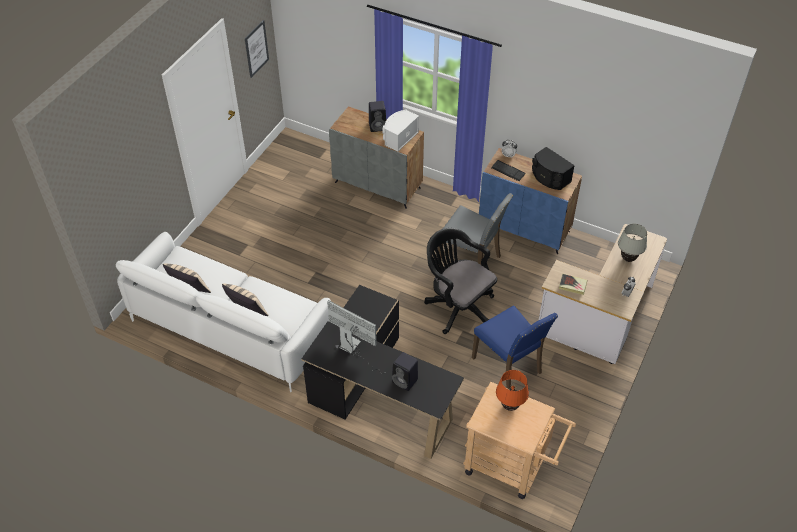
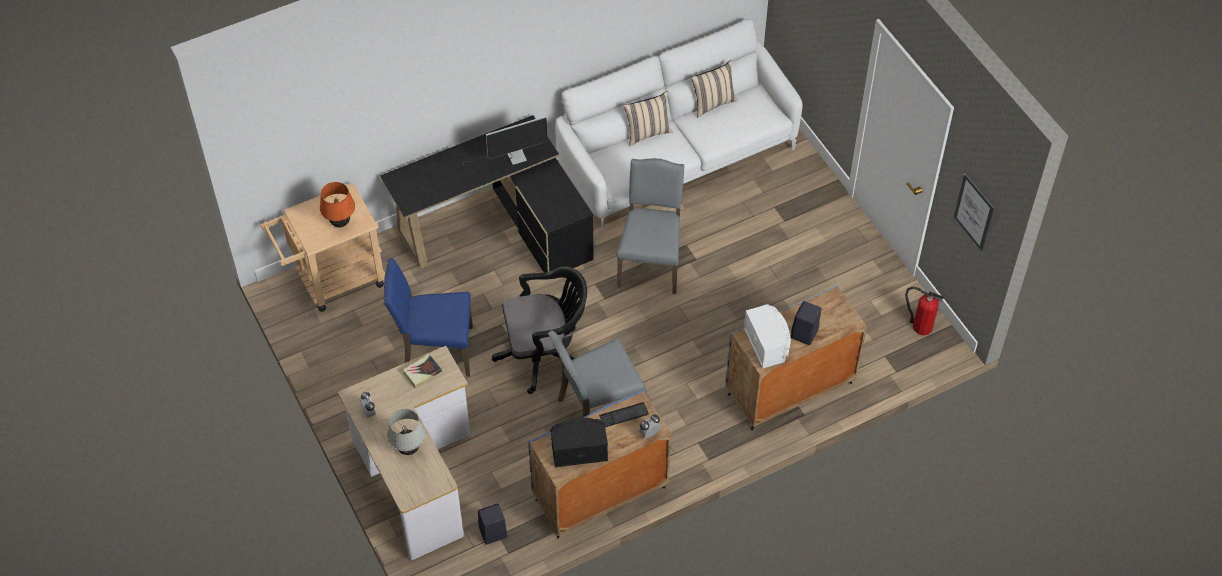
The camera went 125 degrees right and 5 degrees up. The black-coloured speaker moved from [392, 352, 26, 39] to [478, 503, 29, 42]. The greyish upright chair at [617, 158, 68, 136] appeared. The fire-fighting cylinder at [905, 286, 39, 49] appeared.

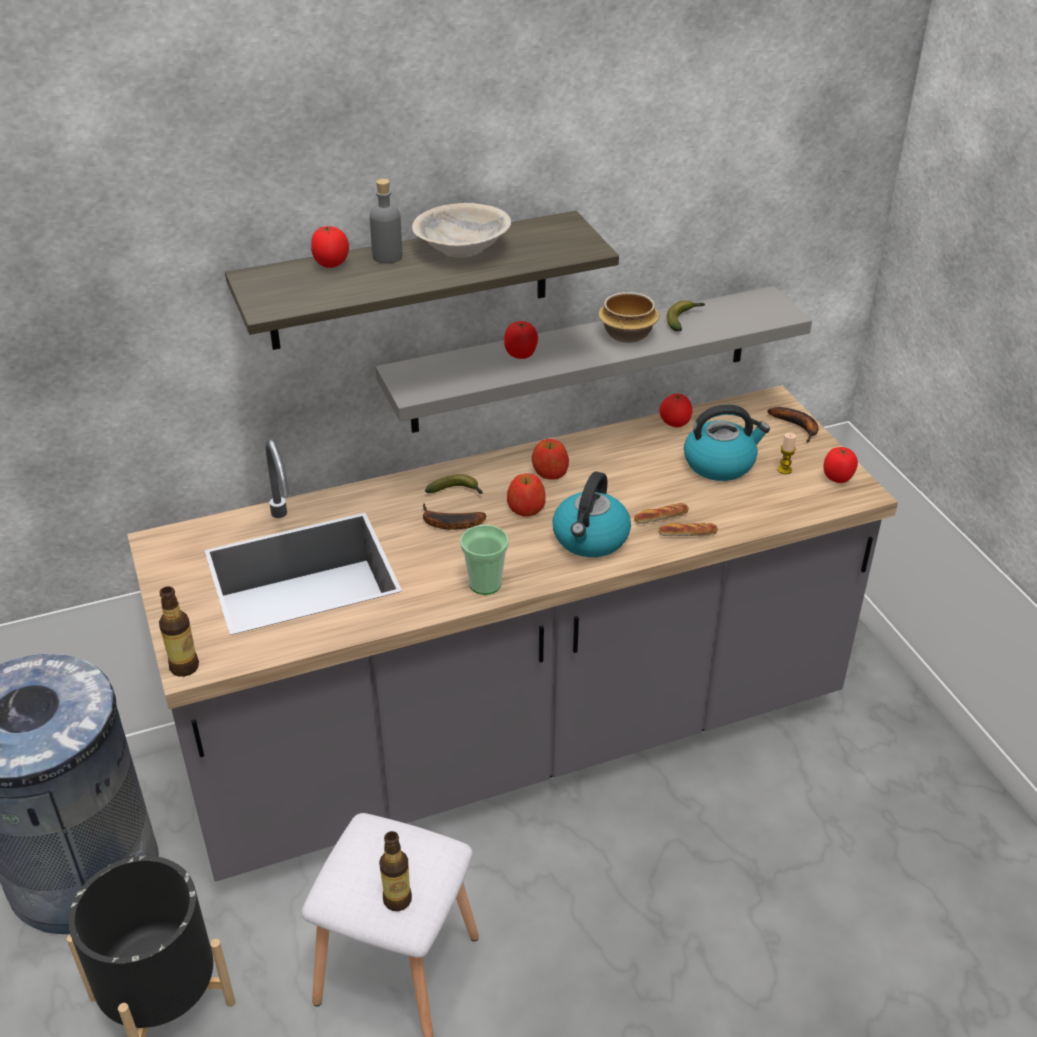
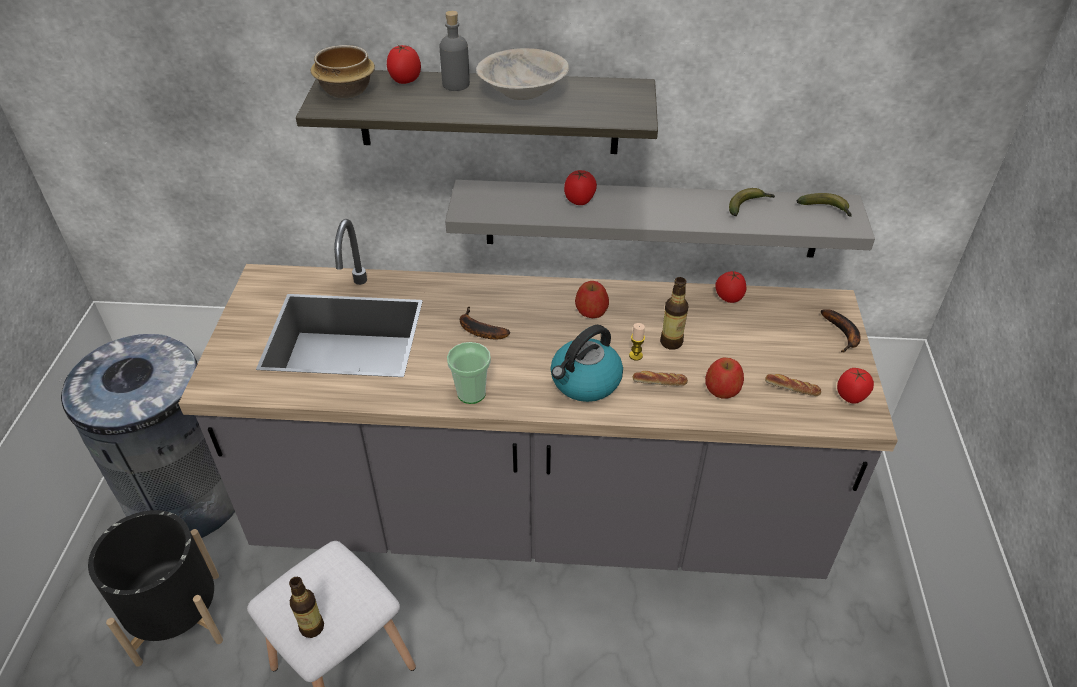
The camera went 25 degrees right and 5 degrees up. The serving bowl moved from [598, 292, 61, 51] to [311, 45, 64, 53]. The water kettle at [684, 405, 86, 76] disappeared. The wax candle moved from [778, 433, 18, 41] to [629, 323, 16, 38]. The apple fruit moved from [507, 473, 39, 44] to [705, 357, 39, 42]. The banana fruit moved from [425, 474, 58, 20] to [797, 193, 55, 24]. The bakery bread moved from [658, 523, 60, 13] to [765, 374, 56, 22]. The beverage bottle moved from [159, 586, 40, 91] to [660, 277, 29, 73].

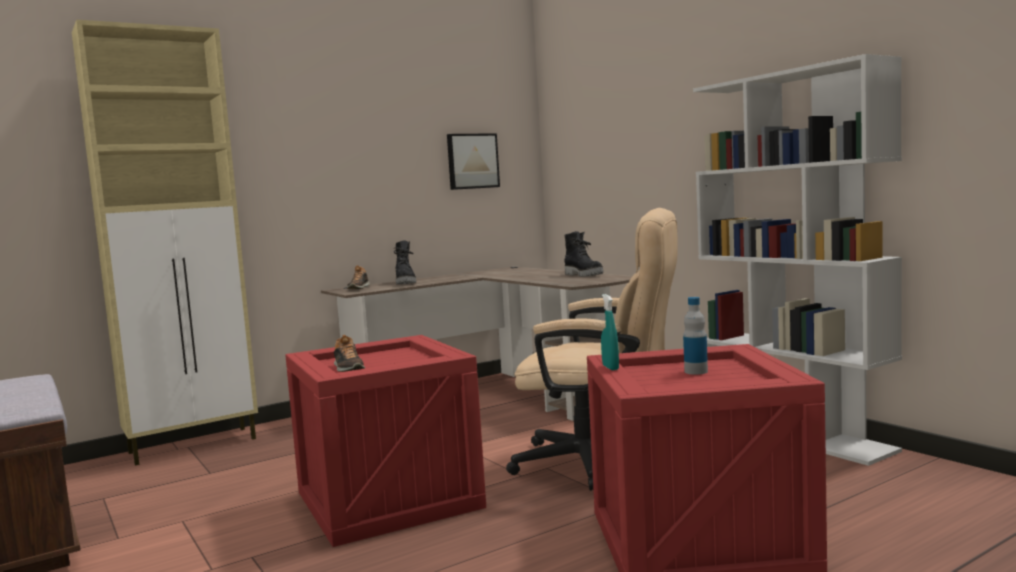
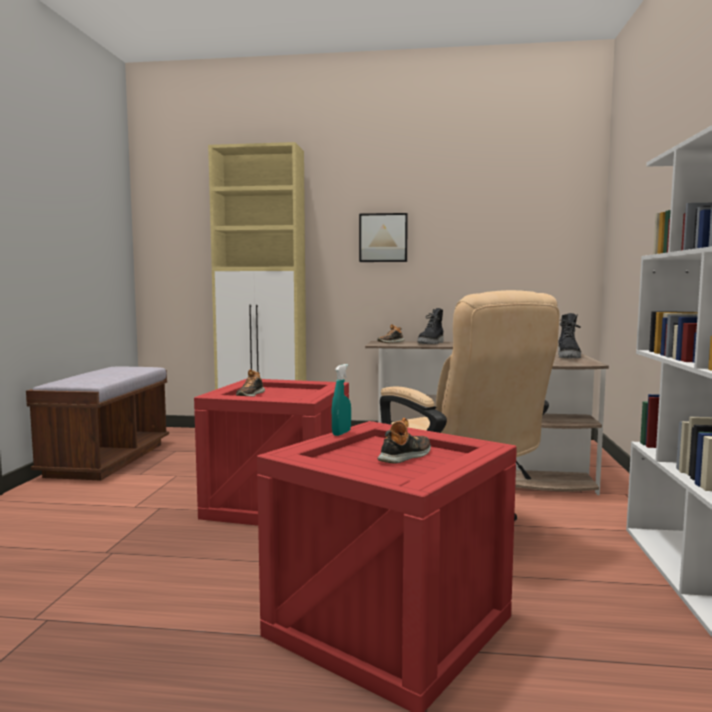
The camera went 40 degrees right and 0 degrees up. The wall picture moved from [447, 133, 53, 57] to [359, 213, 49, 49]. The beverage bottle at [683, 297, 25, 78] was replaced by the item of footwear at [377, 418, 54, 46].

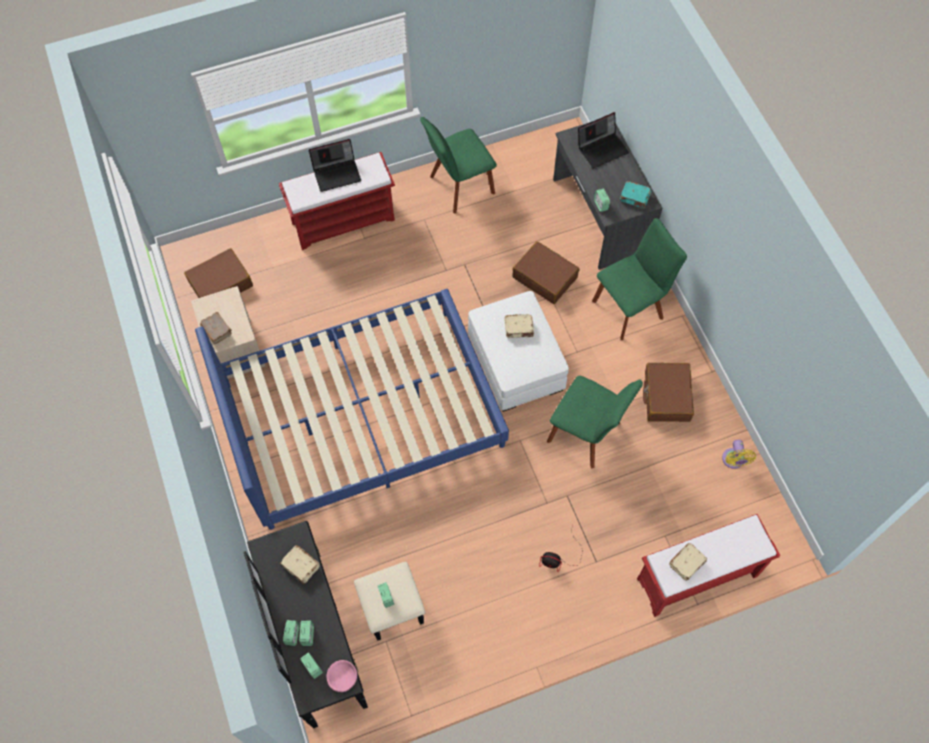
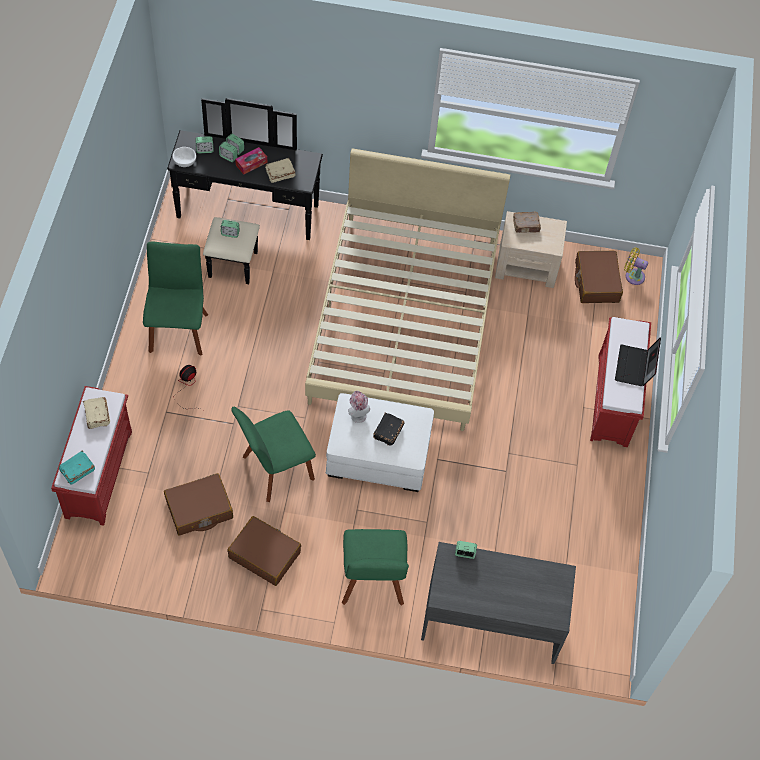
The camera went 115 degrees right and 5 degrees down. The notebook computer at [578, 112, 51, 57] disappeared. The green upright chair moved from [420, 117, 77, 97] to [143, 242, 65, 114]. The turquoise bound book moved from [620, 181, 31, 28] to [58, 451, 37, 34]. The brown-coloured piece of luggage moved from [512, 241, 67, 63] to [164, 473, 69, 62]. The blue bedroom bed at [195, 289, 314, 241] became the sand-coloured bedroom bed at [305, 148, 205, 283]. The sand-coloured bound book at [504, 314, 30, 24] became the black-coloured bound book at [373, 413, 31, 33]. The yellowish electric fan moved from [722, 440, 34, 29] to [624, 247, 24, 38]. The pinkish serving bowl at [327, 660, 30, 32] became the white-coloured serving bowl at [172, 147, 24, 20]. The box of tissues at [235, 147, 32, 28] appeared. The wearable hat at [348, 391, 22, 32] appeared.

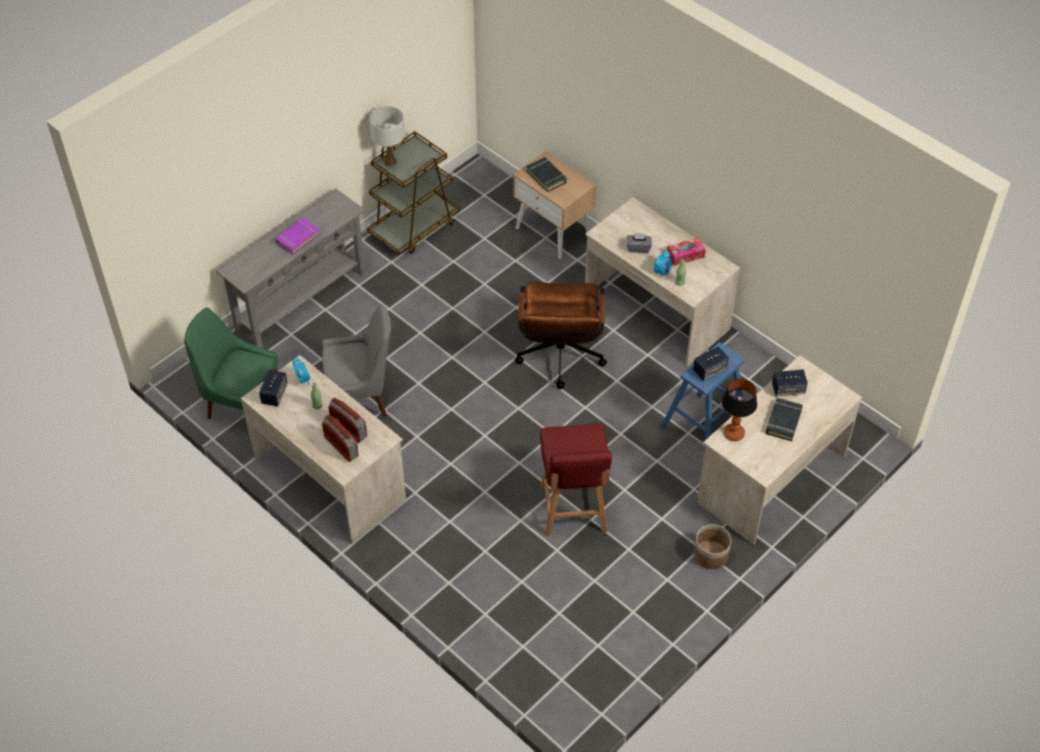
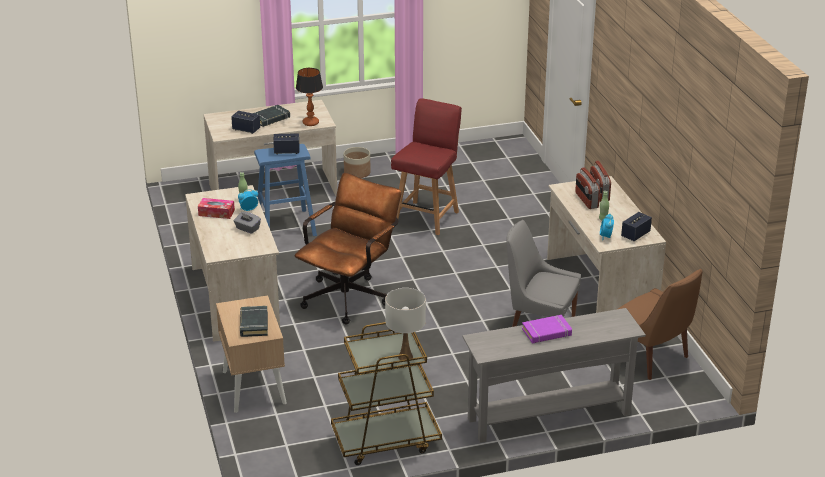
The camera went 150 degrees left and 20 degrees down. The green upright chair at [184, 307, 94, 112] became the brown-coloured upright chair at [618, 269, 84, 111].

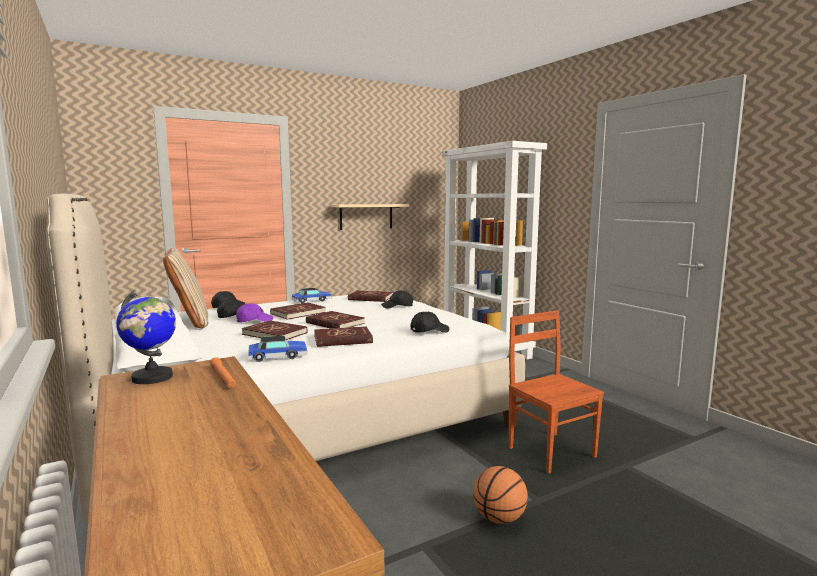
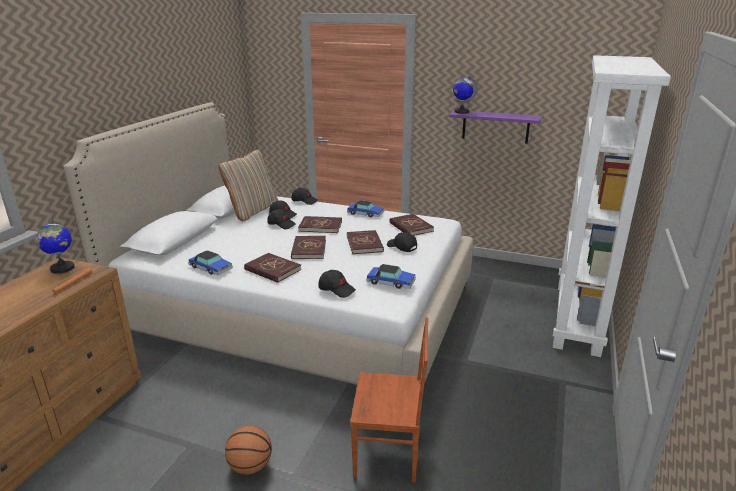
The camera went 50 degrees right and 15 degrees up. The sand-coloured shelf at [331, 204, 78, 26] became the purplish shelf at [449, 110, 93, 34]. The purplish baseball cap at [236, 303, 37, 19] became the black-coloured baseball cap at [267, 209, 29, 21]. The brown-coloured upright chair at [508, 310, 96, 164] turned 75 degrees clockwise. The red-coloured bound book moved from [242, 320, 65, 20] to [347, 230, 37, 24]. The world globe at [453, 76, 25, 38] appeared. The toy car at [366, 264, 50, 25] appeared.

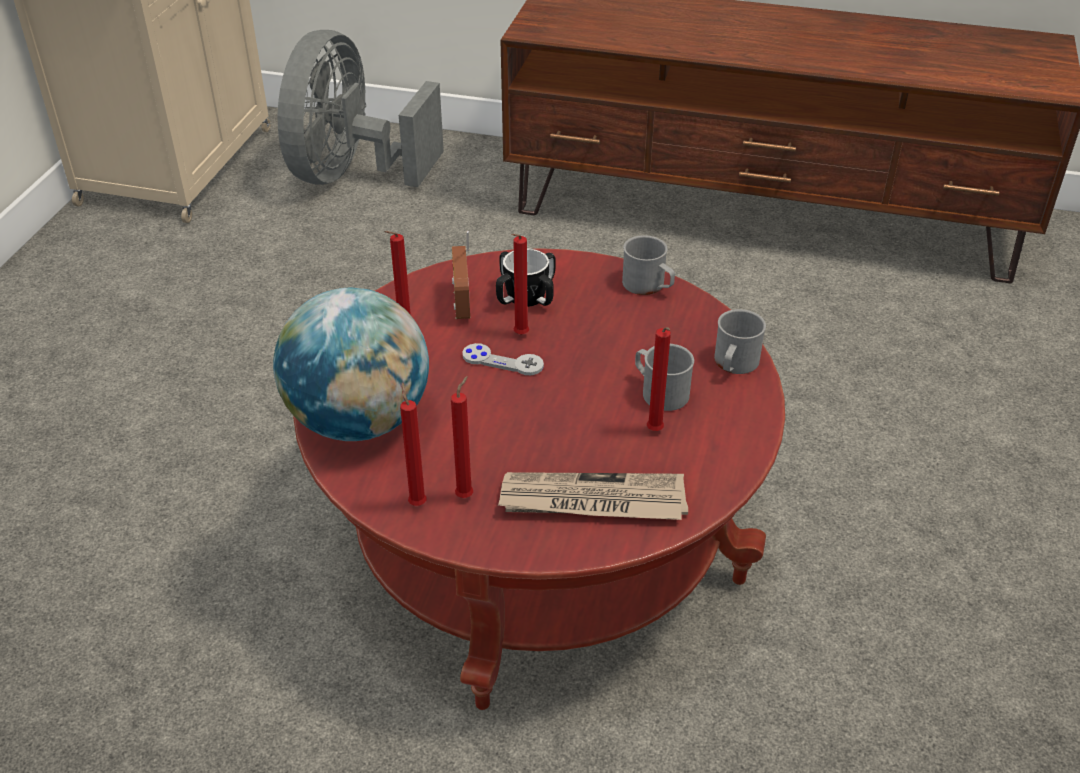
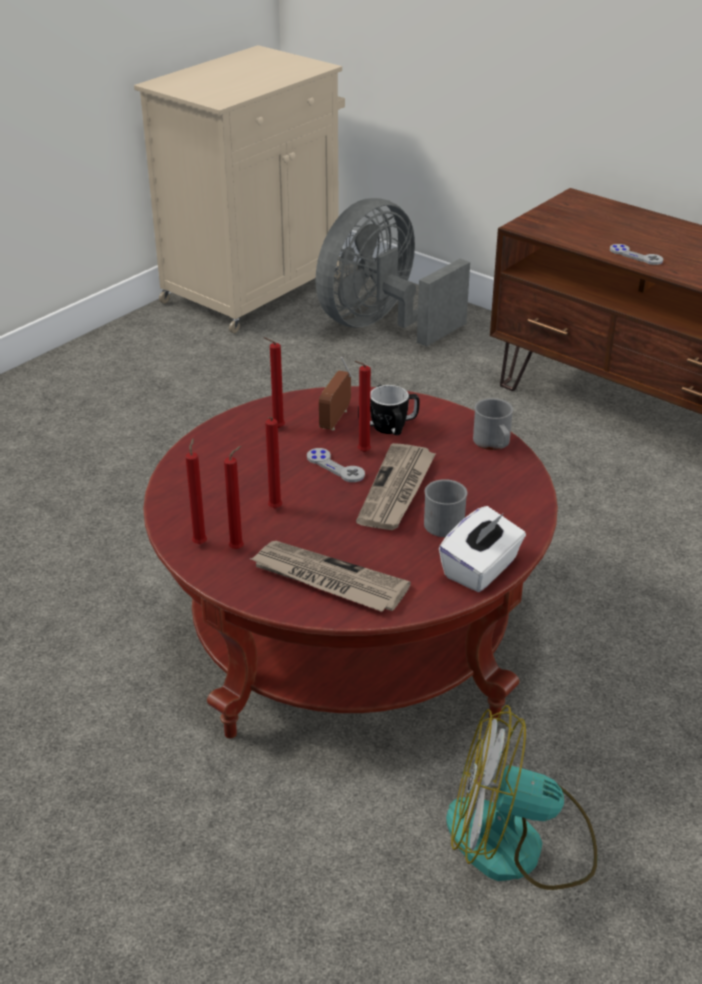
The camera went 25 degrees right and 5 degrees down. The world globe at [273, 288, 156, 153] disappeared. The greyish mug at [714, 309, 52, 65] disappeared. The red-coloured wax candle moved from [647, 327, 24, 104] to [265, 417, 17, 92]. The greyish gamepad at [610, 244, 53, 21] appeared. The printed paper at [356, 443, 80, 87] appeared. The white-coloured box of tissues at [439, 506, 87, 86] appeared. The electric fan at [446, 705, 152, 185] appeared.

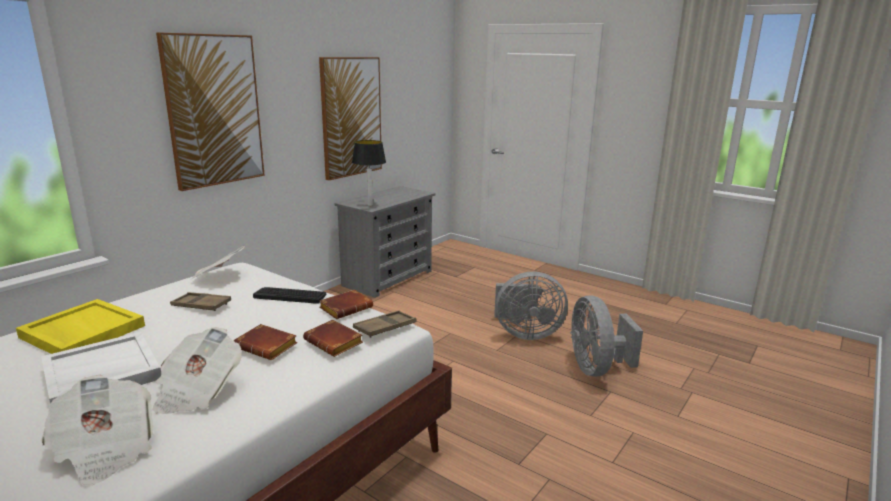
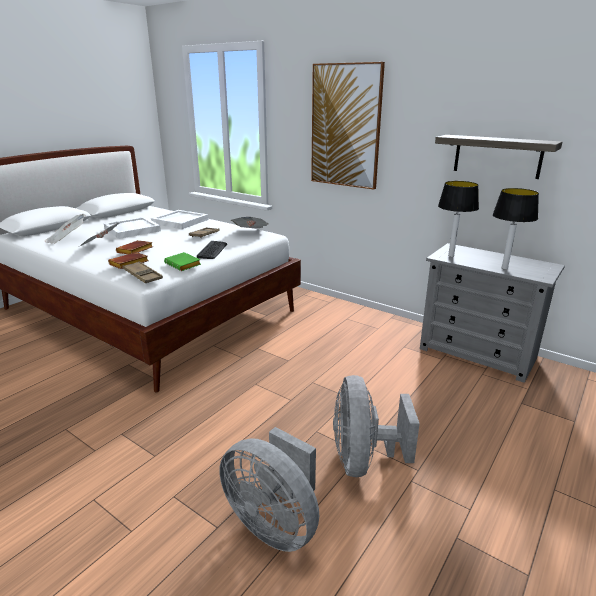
The camera went 90 degrees right and 5 degrees up. The wall picture at [319, 57, 63, 124] was replaced by the shelf at [435, 135, 127, 44]. The brown-coloured bound book at [319, 290, 54, 29] became the green bound book at [164, 252, 37, 19]. The greyish electric fan at [570, 295, 73, 82] turned 135 degrees counterclockwise. The yellowish carrying tray at [16, 299, 129, 55] became the white-coloured carrying tray at [151, 210, 58, 19]. The tabletop lamp at [492, 188, 47, 82] appeared.

